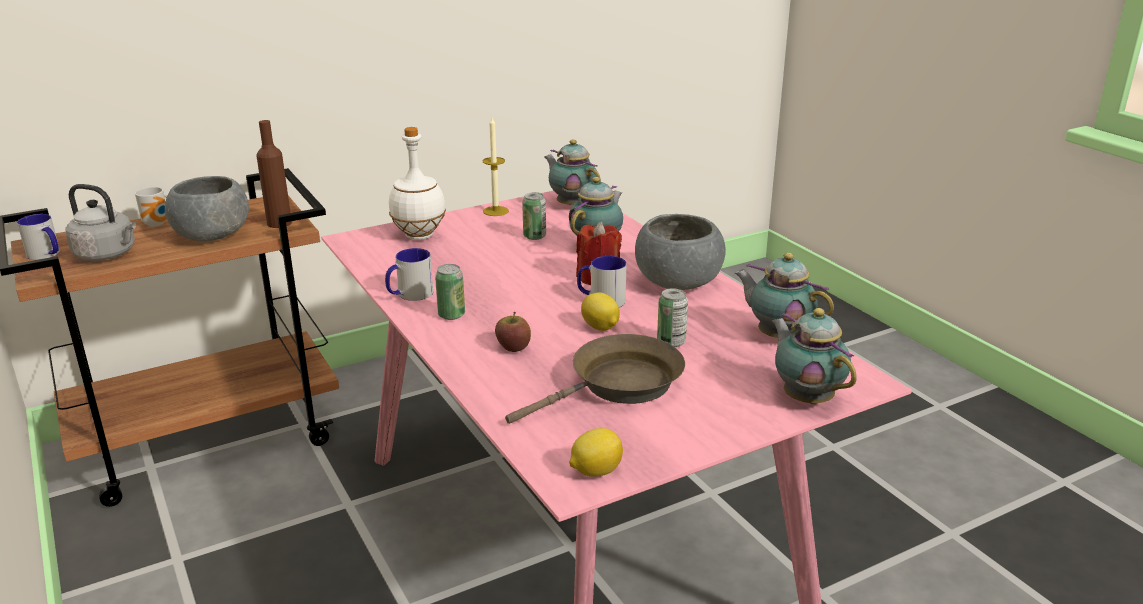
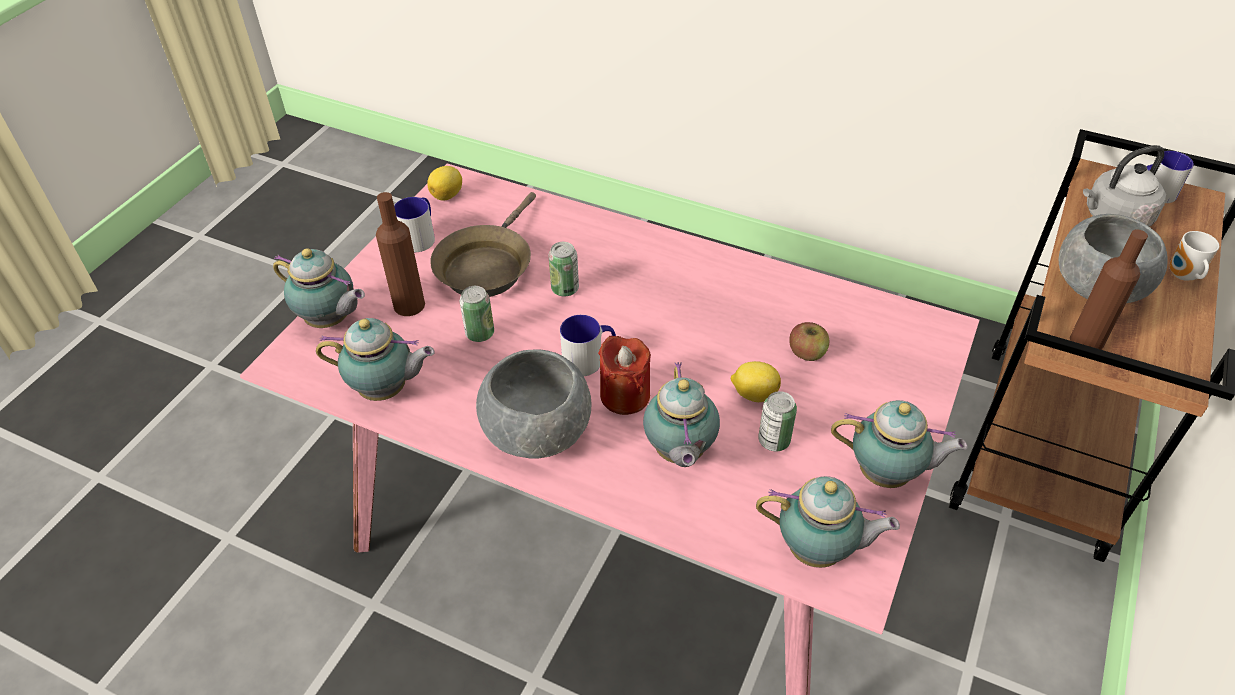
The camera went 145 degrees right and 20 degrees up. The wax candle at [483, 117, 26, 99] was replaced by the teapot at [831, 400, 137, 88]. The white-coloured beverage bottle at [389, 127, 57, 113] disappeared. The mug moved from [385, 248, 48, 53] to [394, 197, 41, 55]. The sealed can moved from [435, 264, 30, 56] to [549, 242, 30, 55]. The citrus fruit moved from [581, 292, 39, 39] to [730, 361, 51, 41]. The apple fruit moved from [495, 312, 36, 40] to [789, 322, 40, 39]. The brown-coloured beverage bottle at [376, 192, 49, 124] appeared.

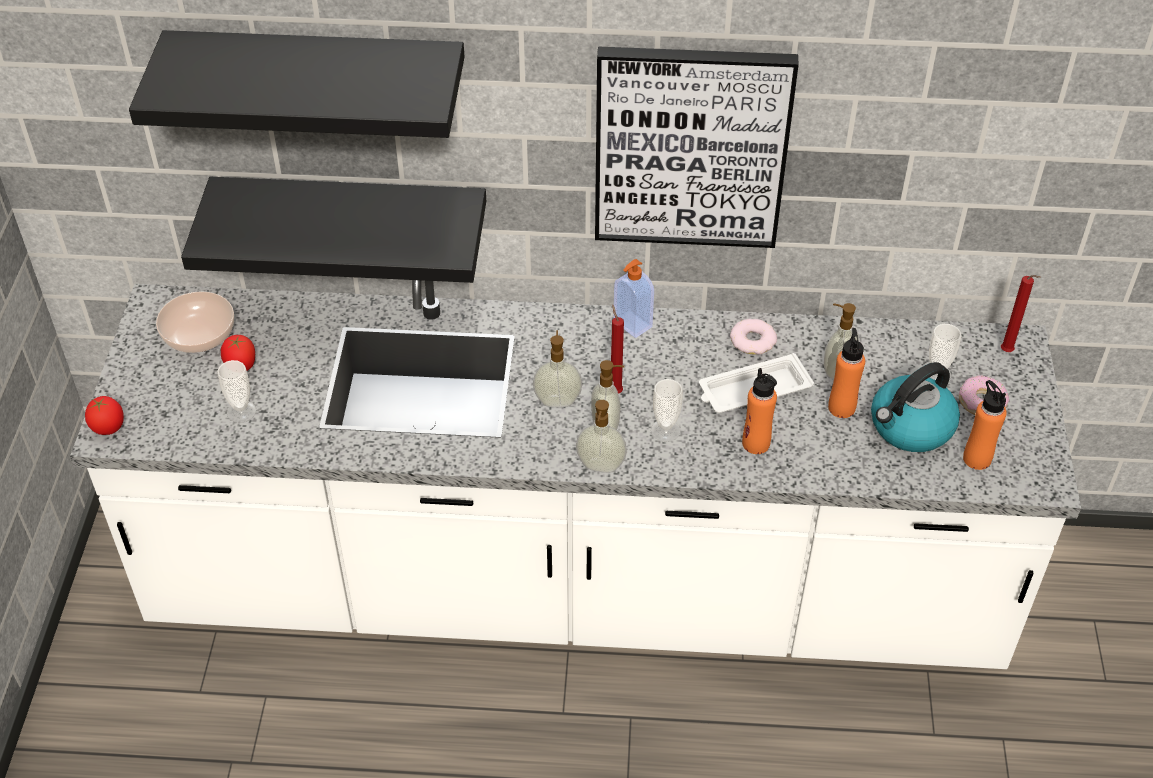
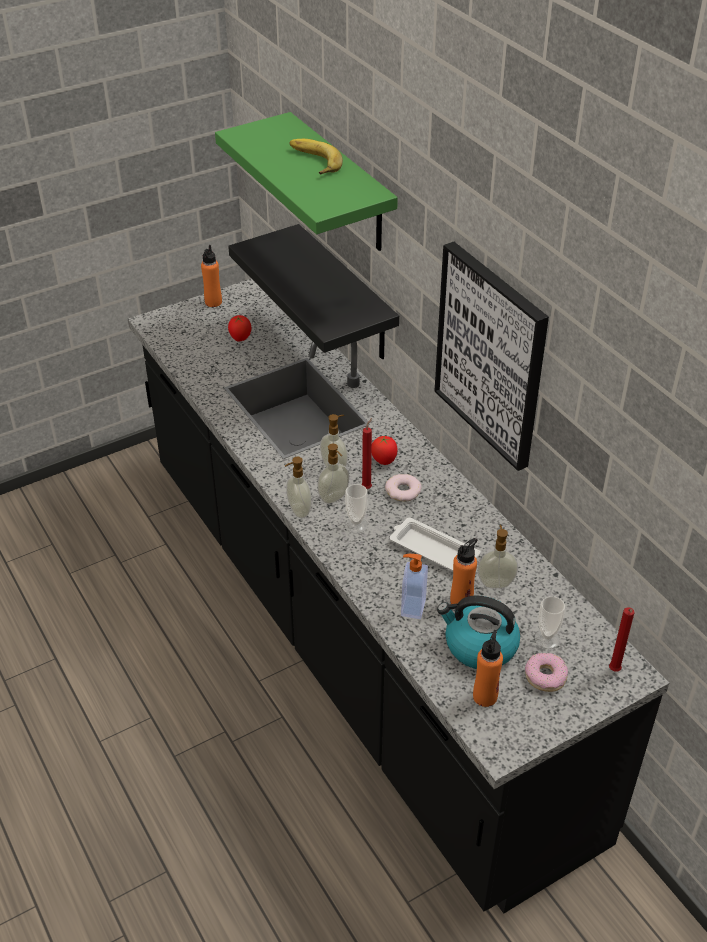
The camera went 55 degrees right and 5 degrees down. The black-coloured shelf at [129, 30, 335, 108] became the green shelf at [215, 112, 183, 139]. The liquid soap bottle moved from [613, 259, 41, 79] to [401, 554, 27, 65]. The white-coloured counter at [70, 280, 1011, 389] became the black-coloured counter at [128, 279, 541, 635]. The serving bowl at [156, 291, 78, 62] disappeared. The doughnut moved from [730, 319, 47, 36] to [385, 474, 37, 27]. The drinking cup at [217, 360, 40, 63] disappeared. The orange-coloured beverage bottle moved from [742, 368, 35, 86] to [201, 245, 21, 62]. The whole tomato moved from [85, 396, 39, 39] to [372, 436, 25, 29]. The banana fruit at [290, 139, 53, 35] appeared.

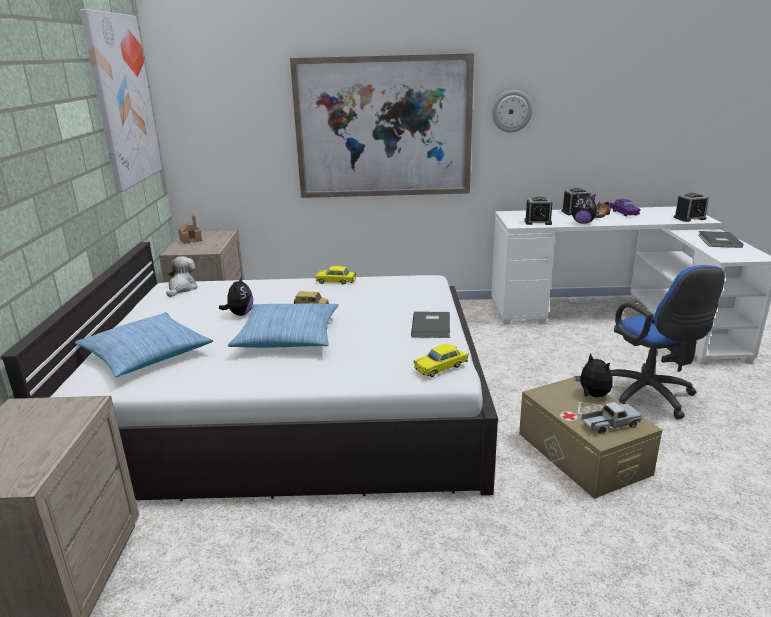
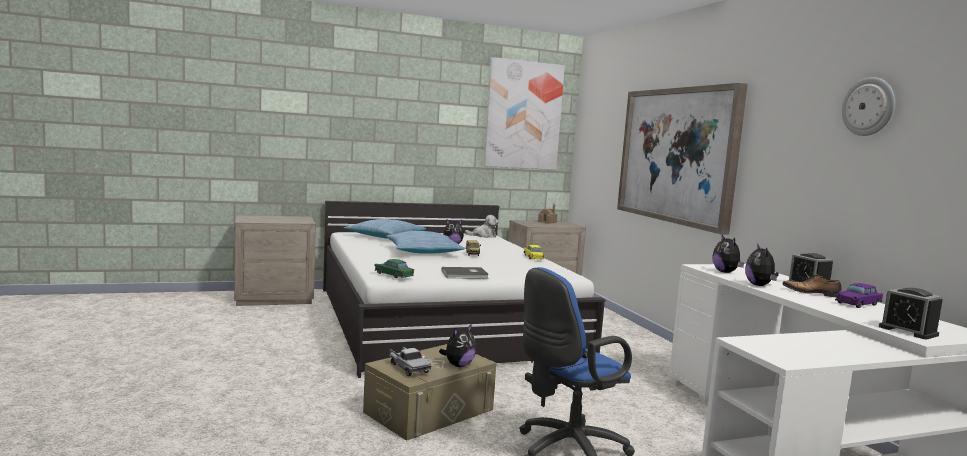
The camera went 70 degrees right and 15 degrees down. The hanging clock moved from [492, 90, 41, 43] to [842, 77, 53, 59]. The table clock at [524, 197, 28, 28] was replaced by the cuddly toy at [712, 235, 32, 38]. The greyish bound book at [698, 231, 45, 17] disappeared. The yellowish toy car at [413, 344, 55, 33] became the green toy car at [375, 259, 39, 19].

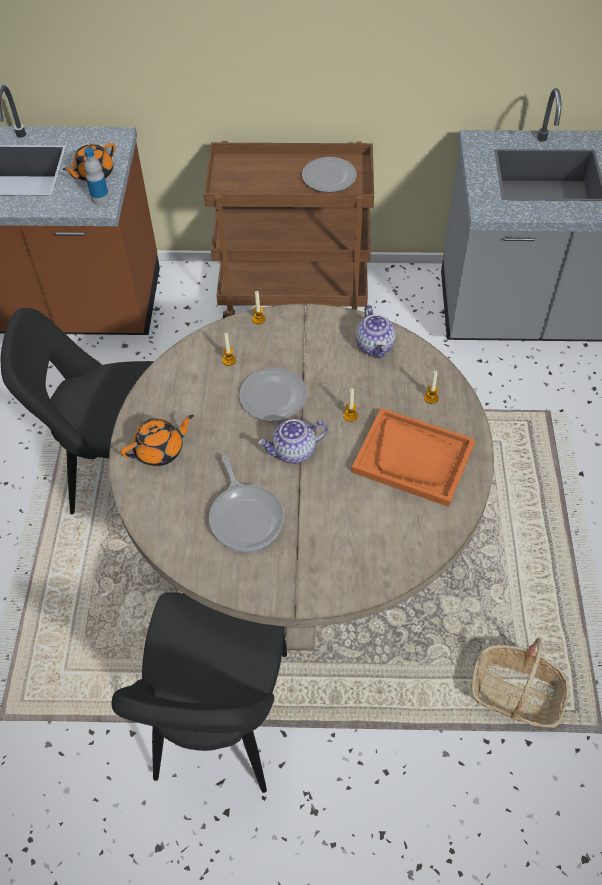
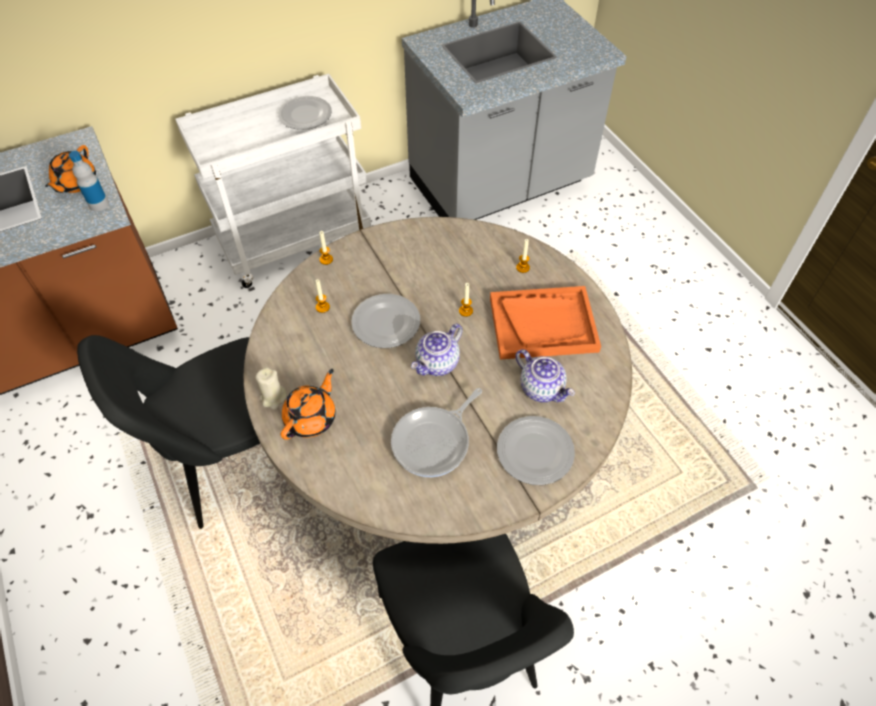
The camera went 30 degrees left and 0 degrees up. The brown-coloured cart at [204, 141, 170, 177] became the white-coloured cart at [175, 74, 196, 214]. The teapot moved from [355, 305, 41, 53] to [515, 349, 60, 53]. The pan at [209, 455, 75, 97] turned 90 degrees clockwise. The storage basket at [471, 638, 98, 90] disappeared. The sand-coloured wax candle at [255, 367, 32, 43] appeared. The dinner plate at [497, 416, 78, 69] appeared.

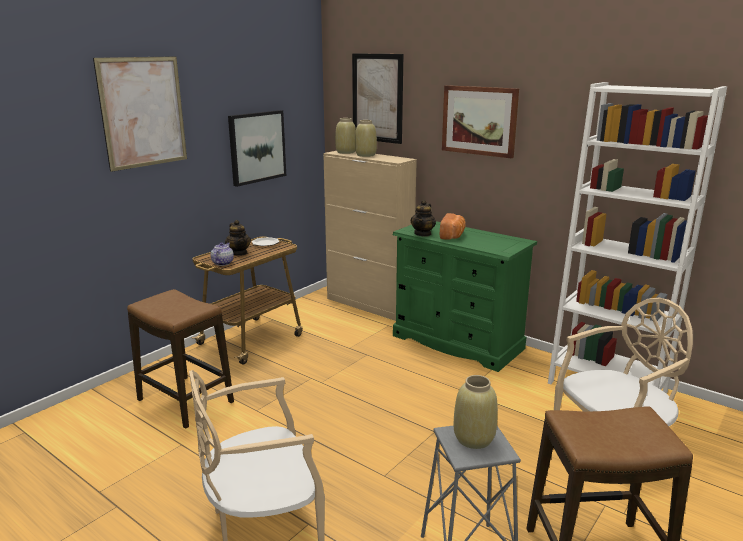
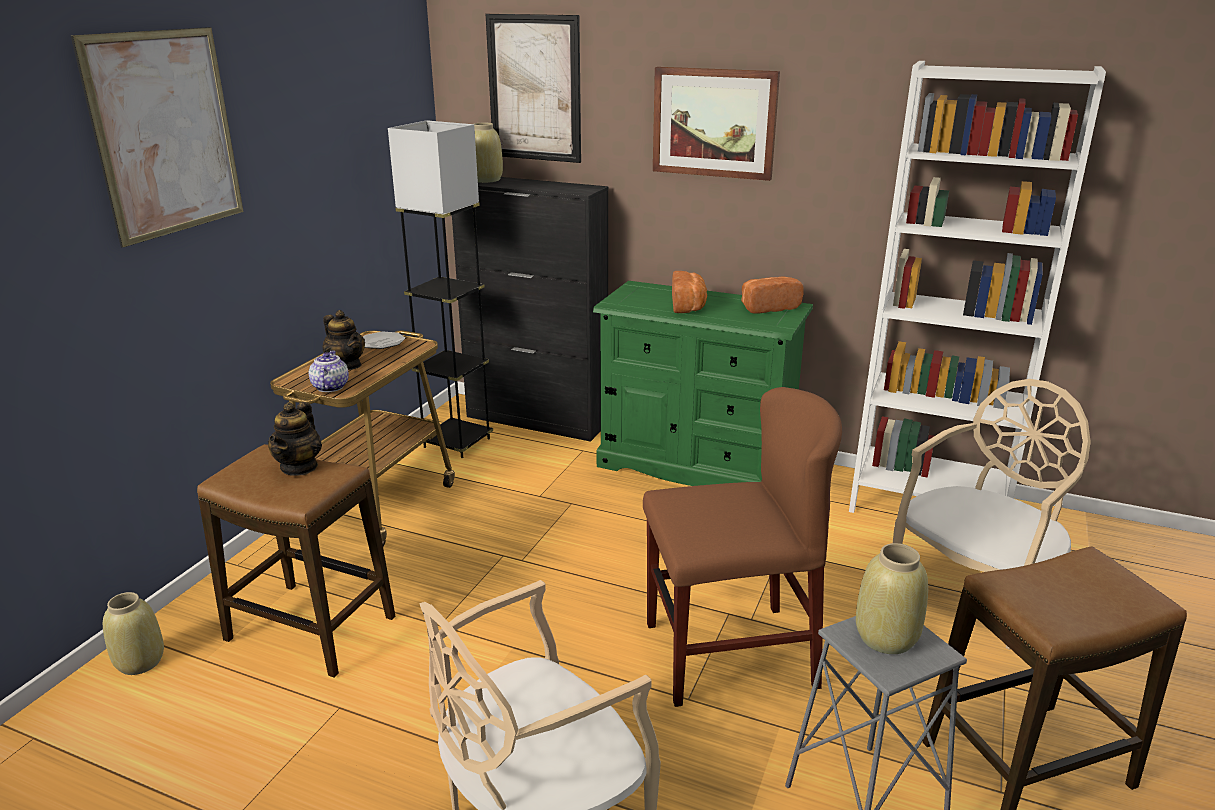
The camera went 15 degrees left and 5 degrees up. The wall picture at [228, 110, 58, 77] disappeared. The sand-coloured vase moved from [355, 120, 22, 37] to [103, 592, 61, 83]. The sand-coloured cupboard at [323, 151, 94, 170] became the black-coloured cupboard at [452, 177, 156, 265]. The teapot moved from [410, 200, 26, 37] to [268, 402, 54, 74]. The greyish standard lamp at [388, 120, 105, 338] appeared. The bakery bread at [741, 277, 63, 37] appeared. The brown-coloured upright chair at [643, 387, 199, 320] appeared.

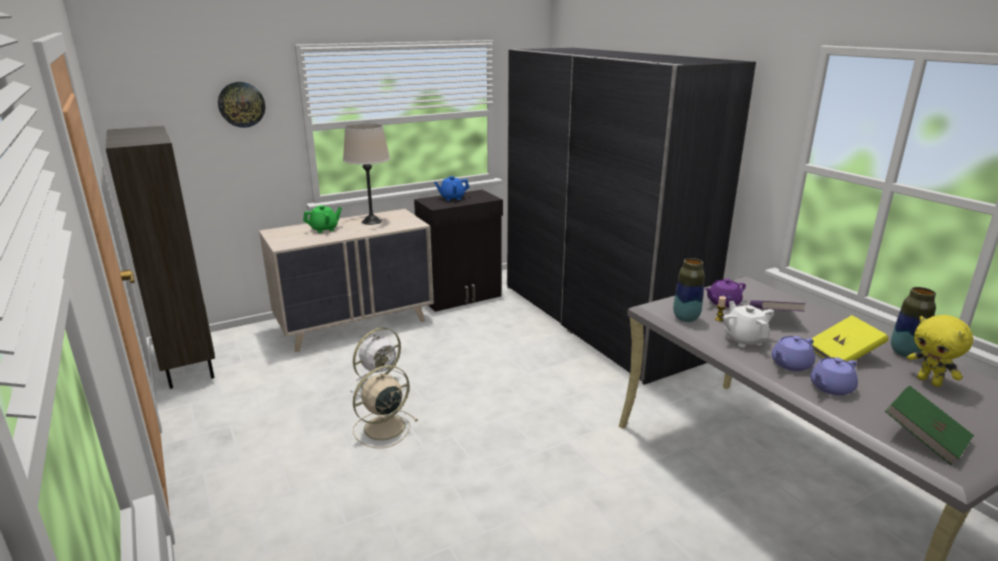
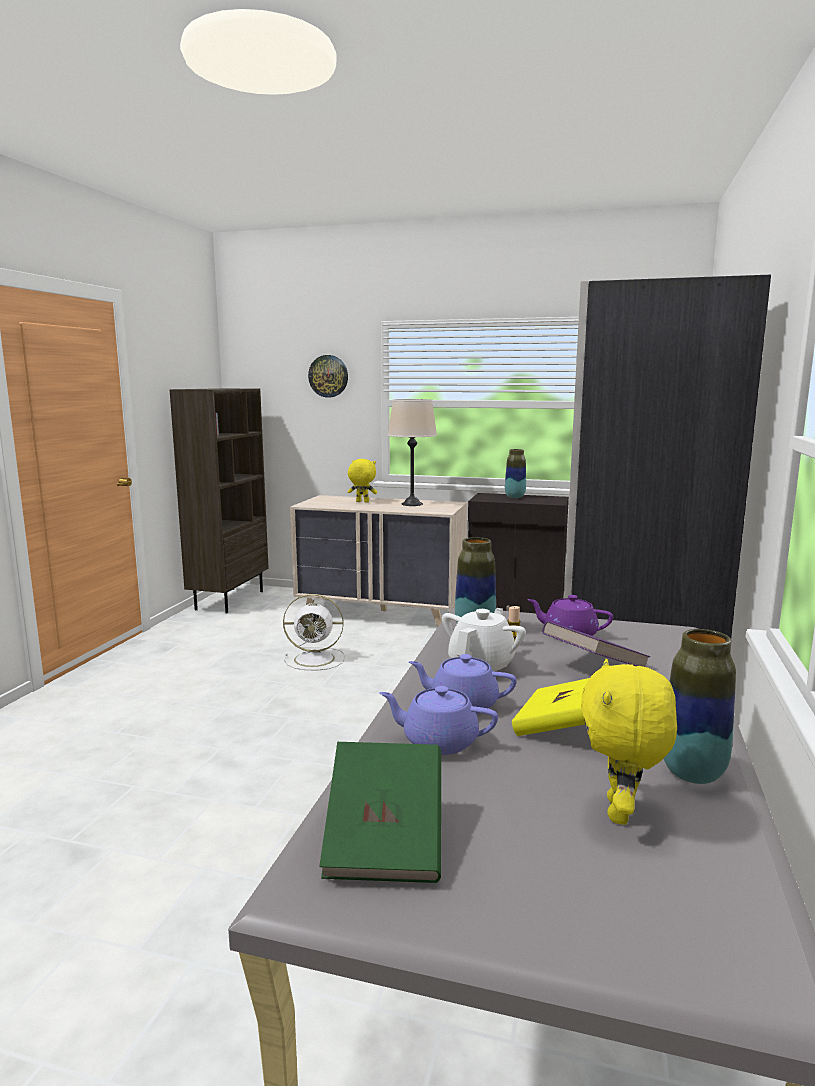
The camera went 45 degrees right and 10 degrees down. The blue teapot at [434, 176, 35, 25] was replaced by the vase at [505, 449, 21, 49]. The green teapot at [303, 205, 39, 28] was replaced by the yellowish cuddly toy at [348, 459, 29, 44]. The sand-coloured electric fan at [353, 365, 65, 83] disappeared.

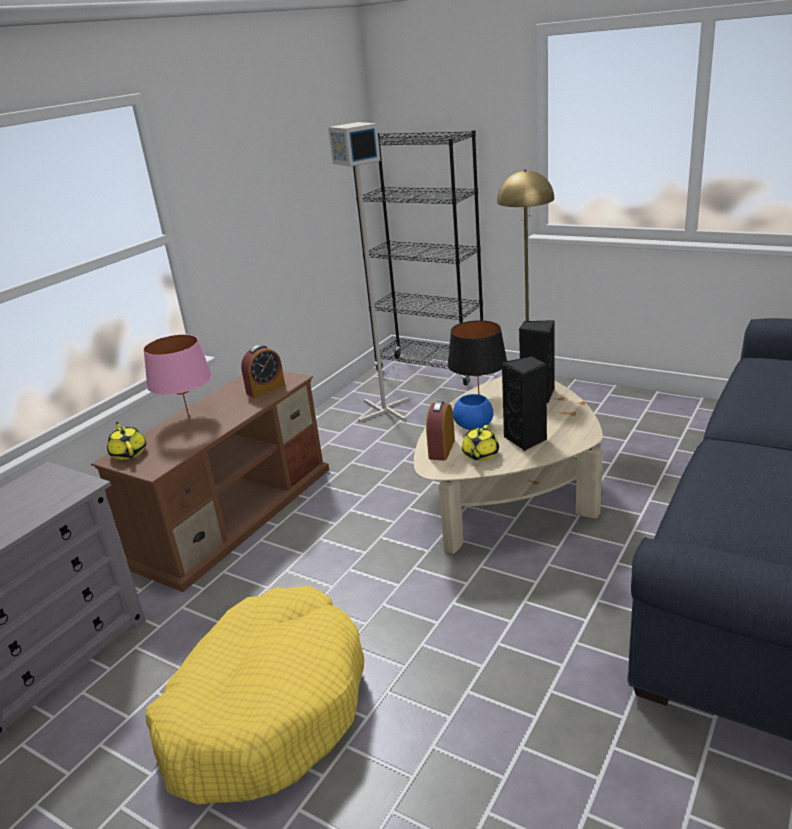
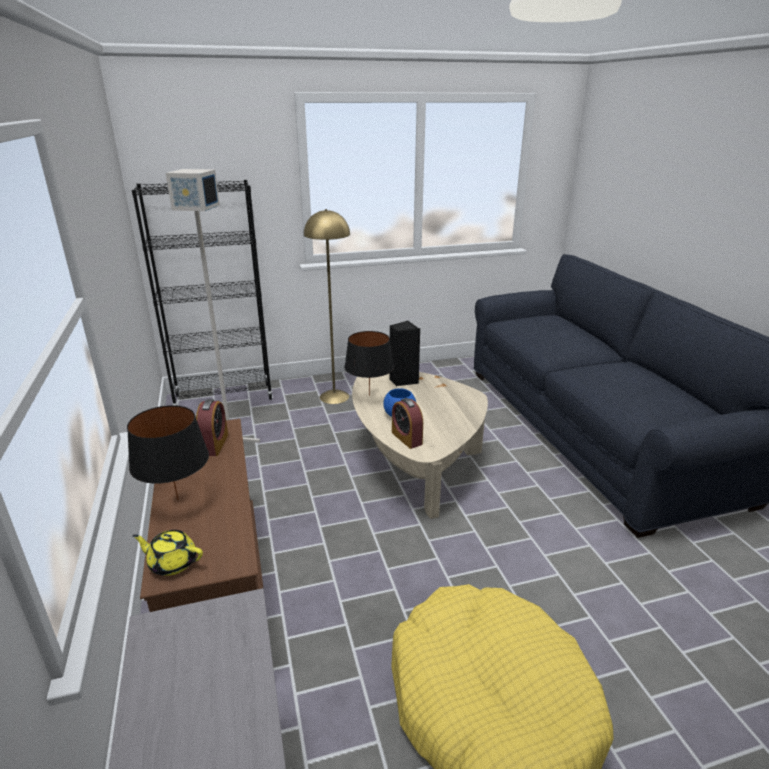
The camera went 50 degrees left and 0 degrees up. The pinkish tabletop lamp at [143, 334, 69, 84] became the black-coloured tabletop lamp at [127, 405, 82, 96]. The black-coloured speaker at [502, 356, 45, 95] disappeared. The yellowish teapot at [462, 425, 37, 36] disappeared.

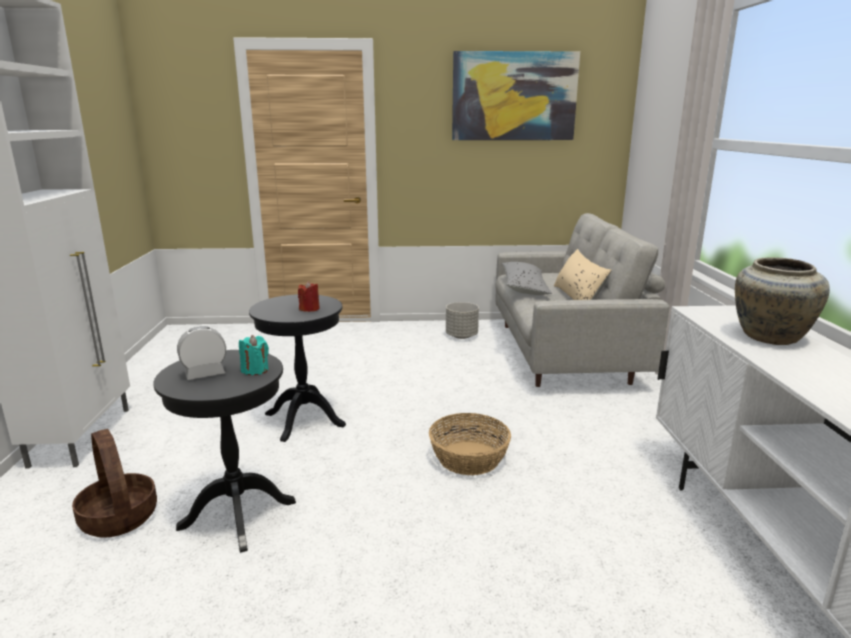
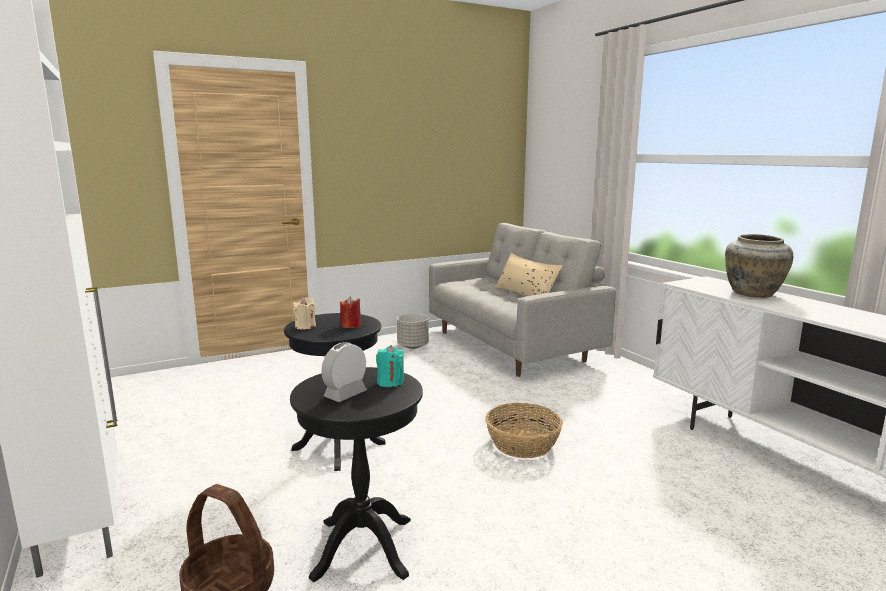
The camera went 25 degrees left and 5 degrees down. The wall picture at [452, 51, 128, 89] disappeared. The greyish throw pillow at [502, 262, 50, 33] disappeared. The sand-coloured wax candle at [293, 297, 23, 32] appeared.

